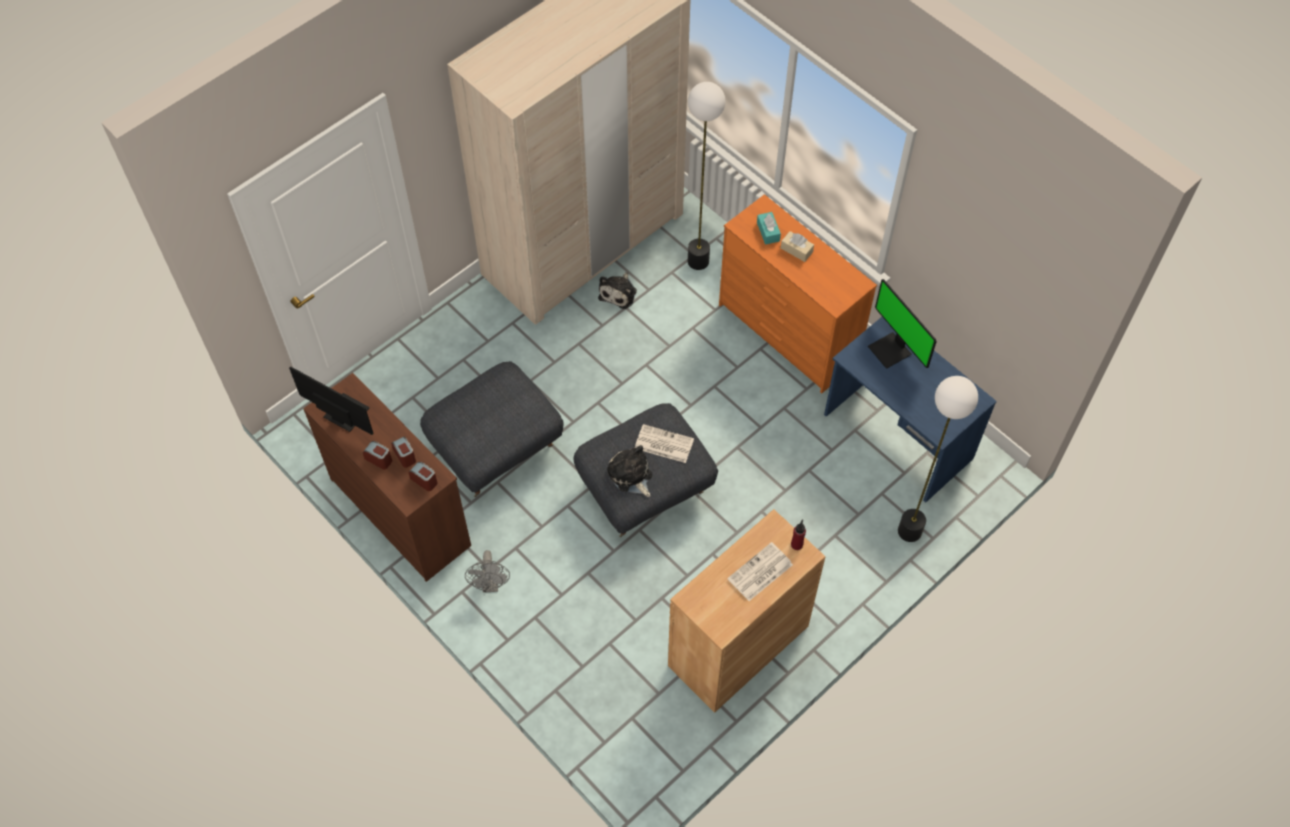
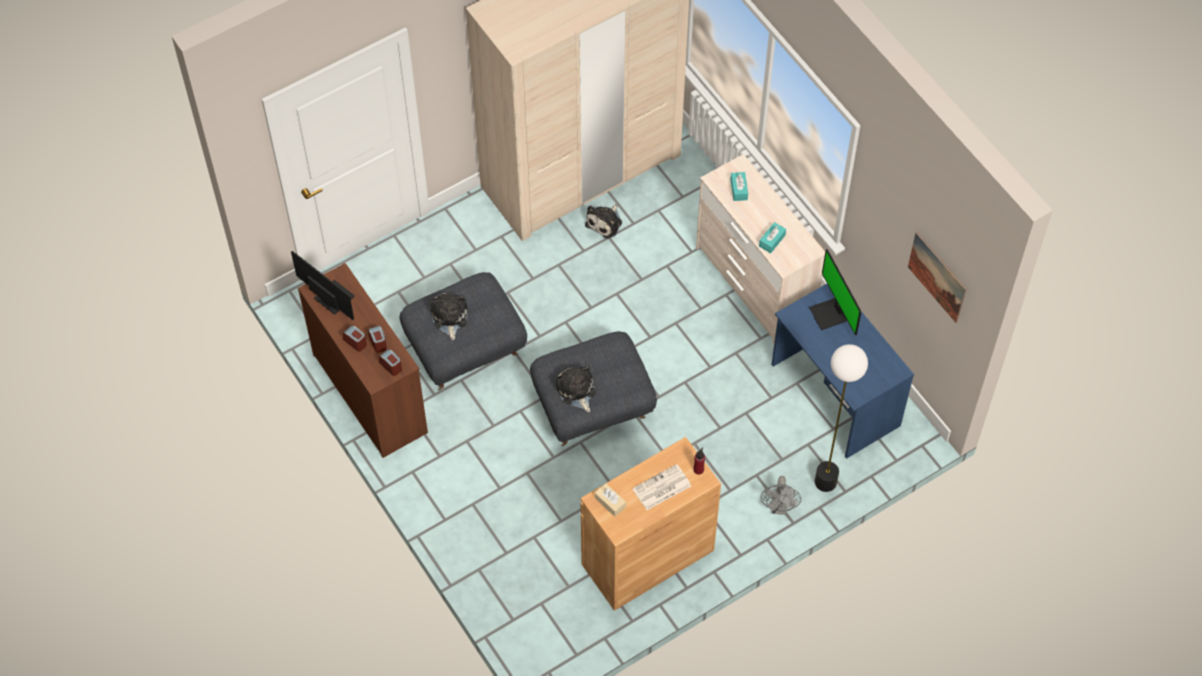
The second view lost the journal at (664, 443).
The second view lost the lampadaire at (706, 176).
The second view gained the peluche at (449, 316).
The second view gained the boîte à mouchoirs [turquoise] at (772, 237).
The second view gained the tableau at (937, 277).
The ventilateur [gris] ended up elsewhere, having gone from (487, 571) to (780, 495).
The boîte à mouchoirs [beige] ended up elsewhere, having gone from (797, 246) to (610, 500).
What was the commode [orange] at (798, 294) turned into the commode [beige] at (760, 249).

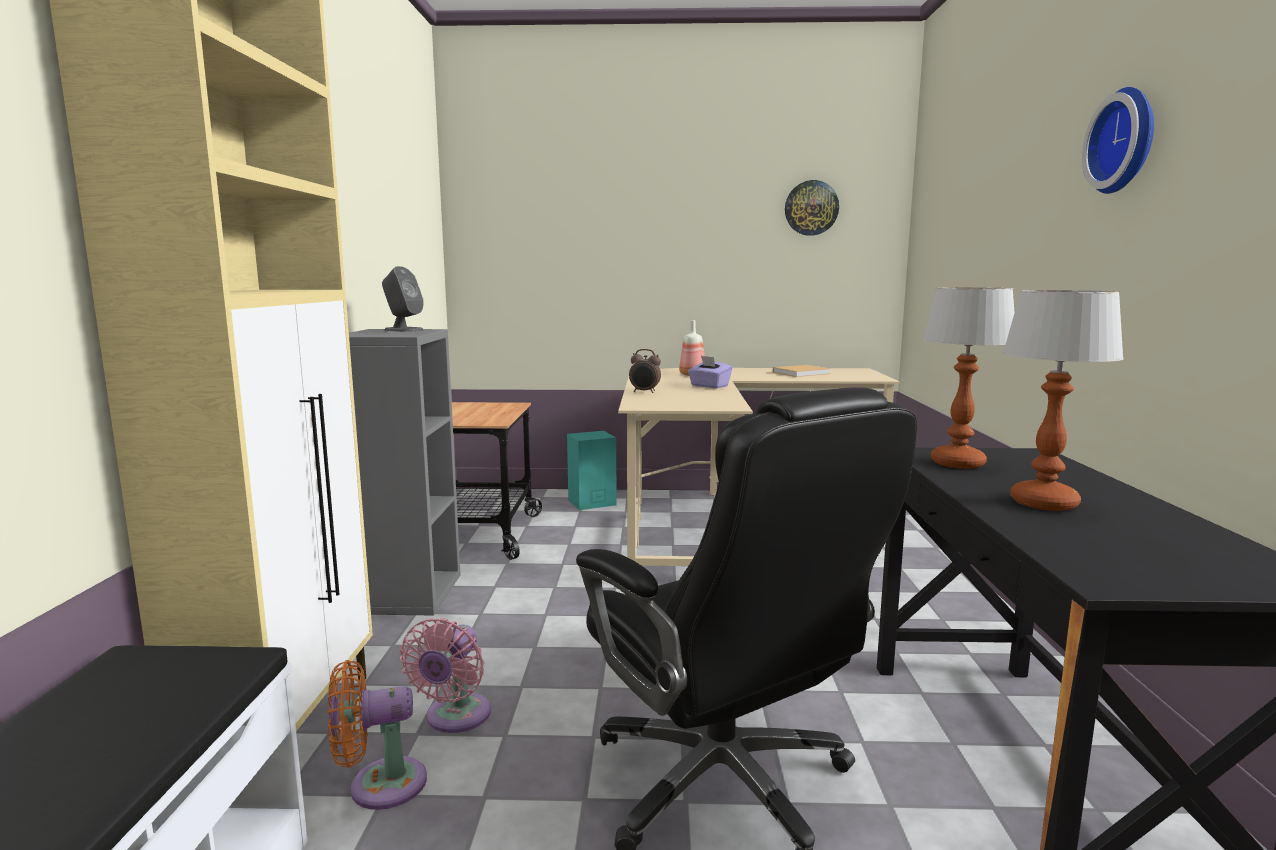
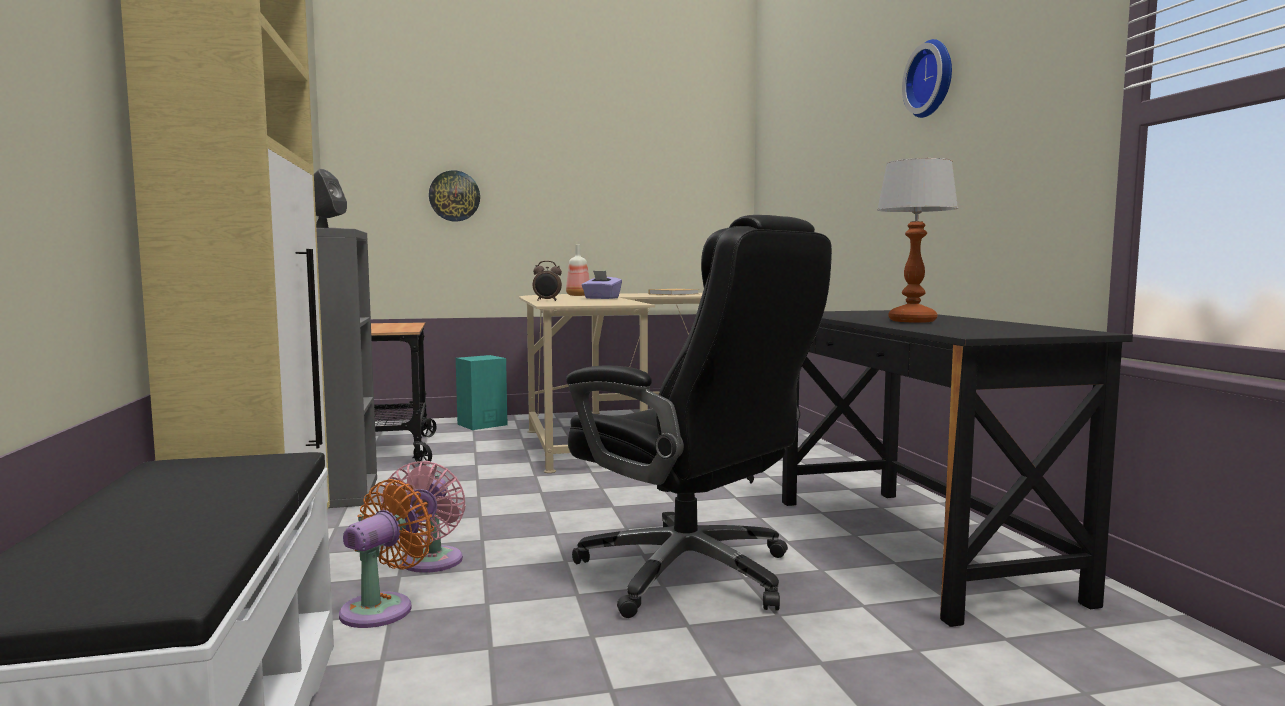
The second view lost the lampe de table at (969, 378).
The horloge murale ended up elsewhere, having gone from (812, 208) to (454, 195).
The ventilateur [orange] at (377, 735) ended up facing another way, 150 degrees clockwise from before.

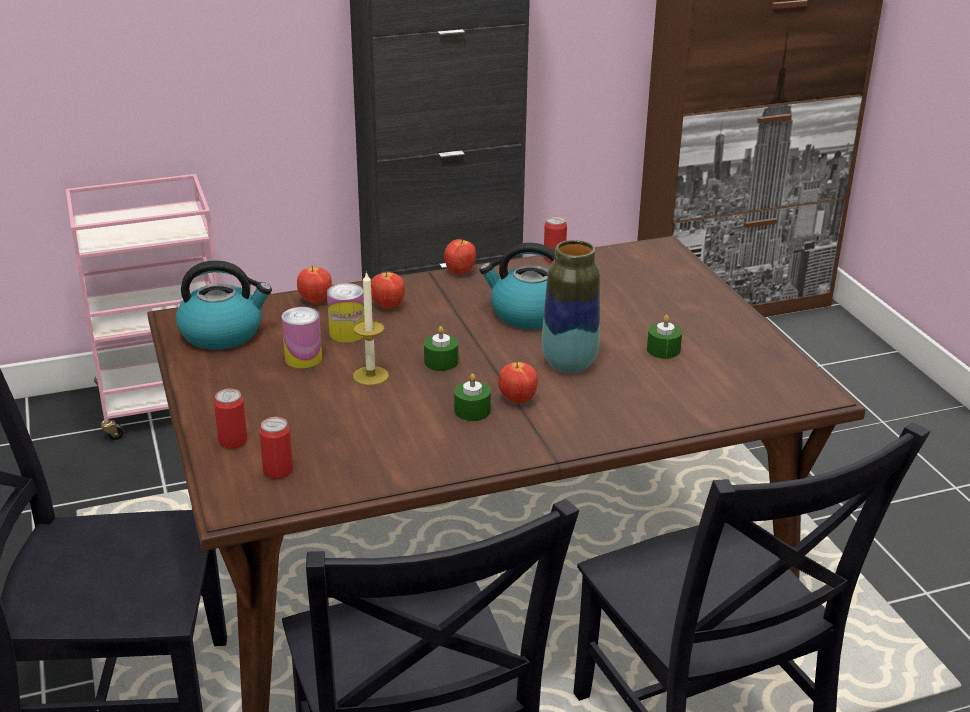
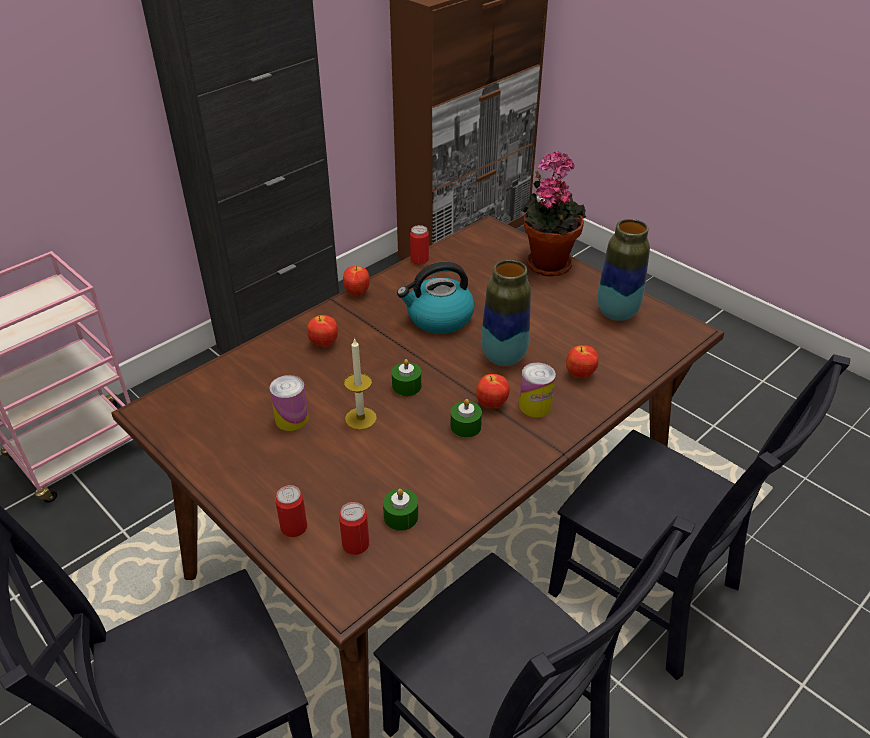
The second view lost the bouilloire at (224, 305).
The second view gained the plante en pot at (553, 213).
The second view gained the vase at (623, 270).
The pomme ended up elsewhere, having gone from (314, 285) to (582, 362).
The boîte métallique ended up elsewhere, having gone from (345, 313) to (537, 390).
The bougie [vert] ended up elsewhere, having gone from (664, 337) to (400, 510).

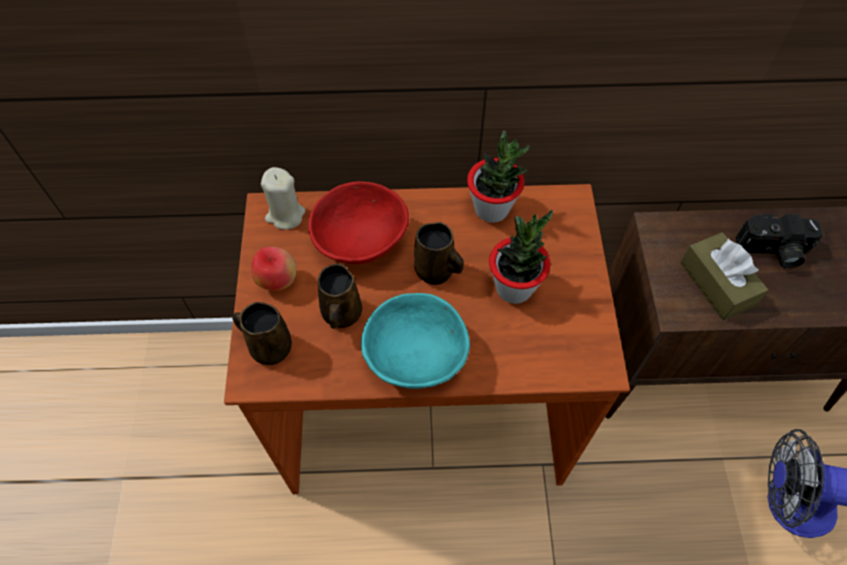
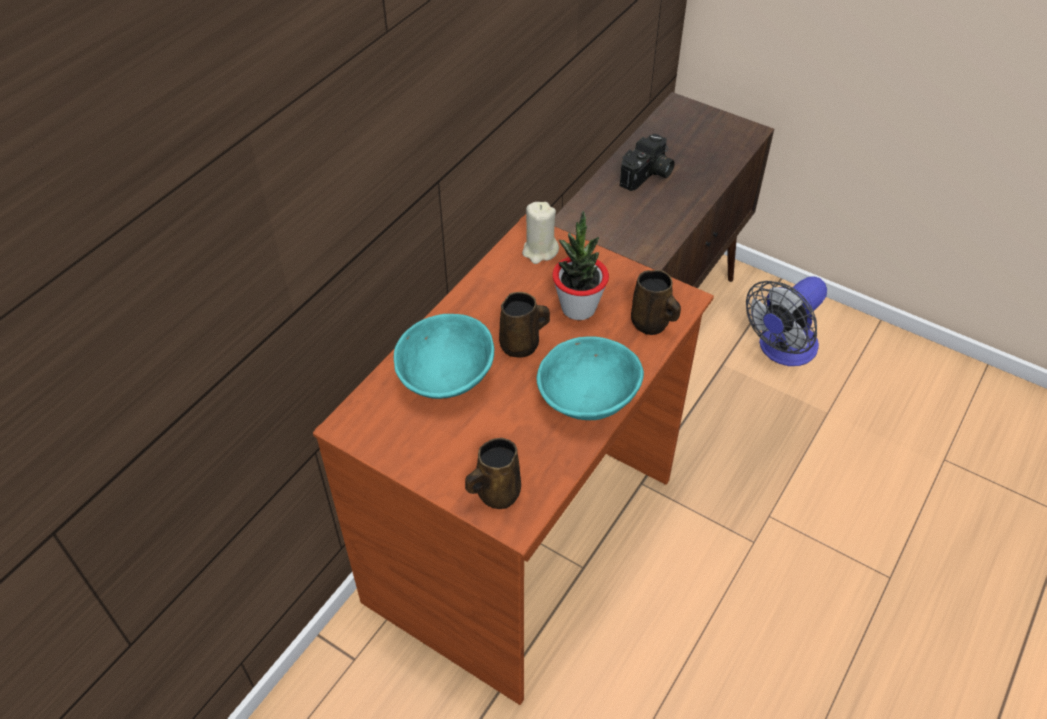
The second view lost the pomme at (274, 269).
The second view lost the plante en pot at (498, 177).
The second view lost the boîte à mouchoirs [marron] at (724, 276).
The bougie [beige] ended up elsewhere, having gone from (283, 198) to (540, 233).
The mug [marron] ended up elsewhere, having gone from (340, 296) to (656, 302).
What was the bol [rouge] at (358, 222) turned into the bol [turquoise] at (444, 356).

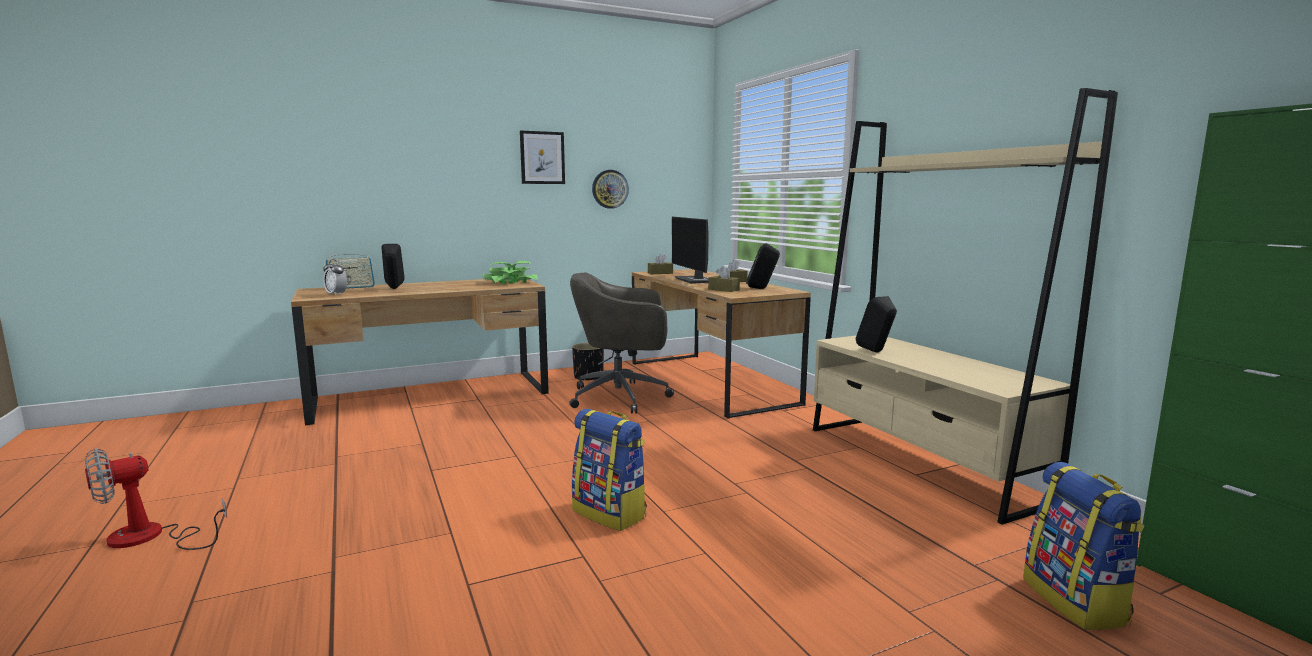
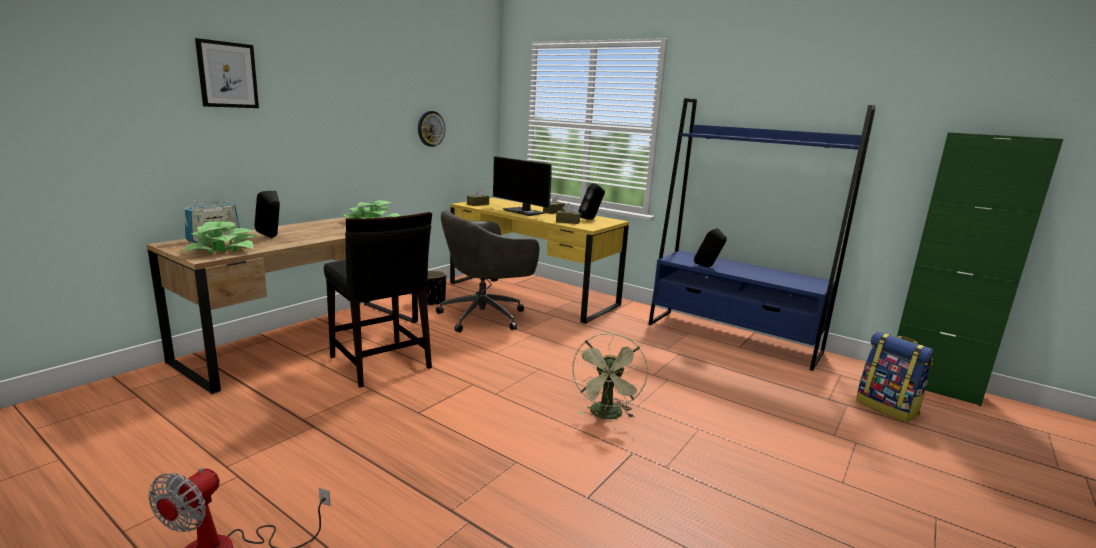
The second view gained the chaise [noir] at (378, 299).
The tableau ended up elsewhere, having gone from (542, 157) to (227, 73).
Where the réveil stood at (335, 277), the plante en pot came to stand at (221, 238).
Where the sac à dos stood at (609, 470), the ventilateur [vert] came to stand at (610, 376).
What was the bureau [marron] at (721, 344) turned into the bureau [jaune] at (539, 261).
What was the bibliothèque [beige] at (965, 306) turned into the bibliothèque [bleu] at (762, 234).

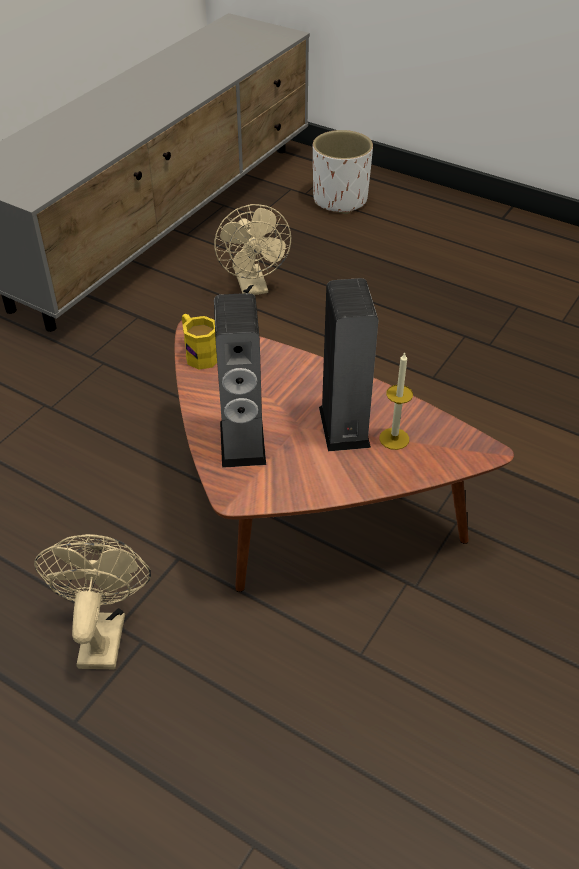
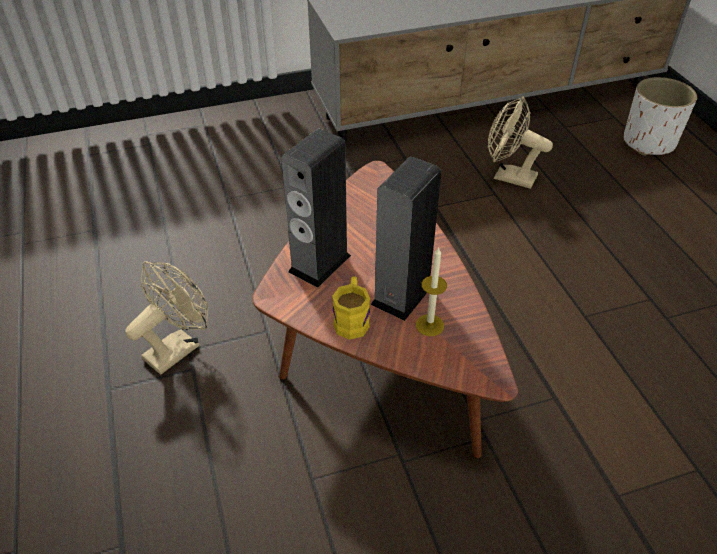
The mug [jaune] ended up elsewhere, having gone from (199, 342) to (351, 308).
The ventilateur [beige] at (252, 249) ended up facing another way, 90 degrees clockwise from before.

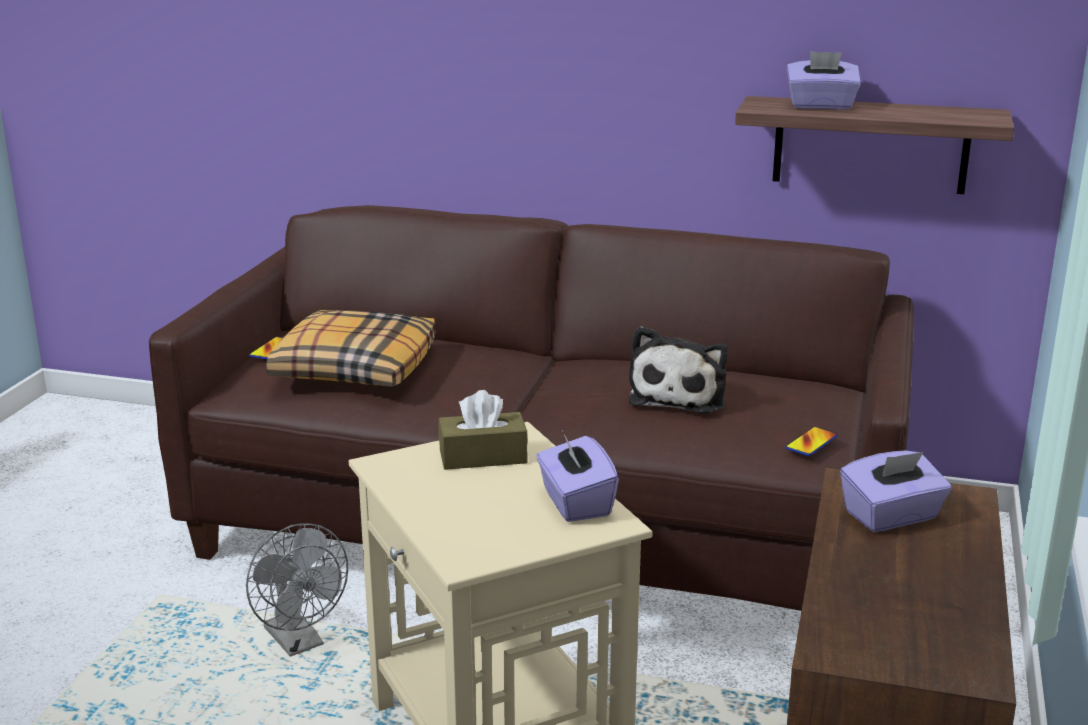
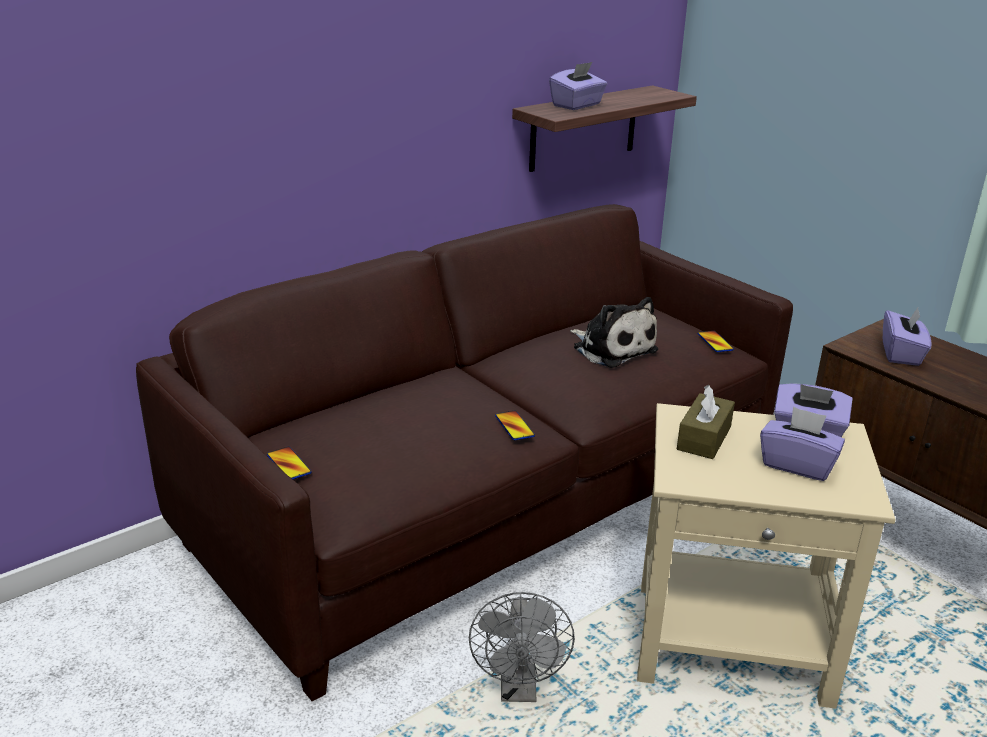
The second view lost the coussin at (350, 348).
The second view gained the téléphone at (515, 425).
The second view gained the boîte à mouchoirs [violet] at (802, 444).
The ventilateur [gris] at (297, 590) ended up facing another way, 90 degrees clockwise from before.

